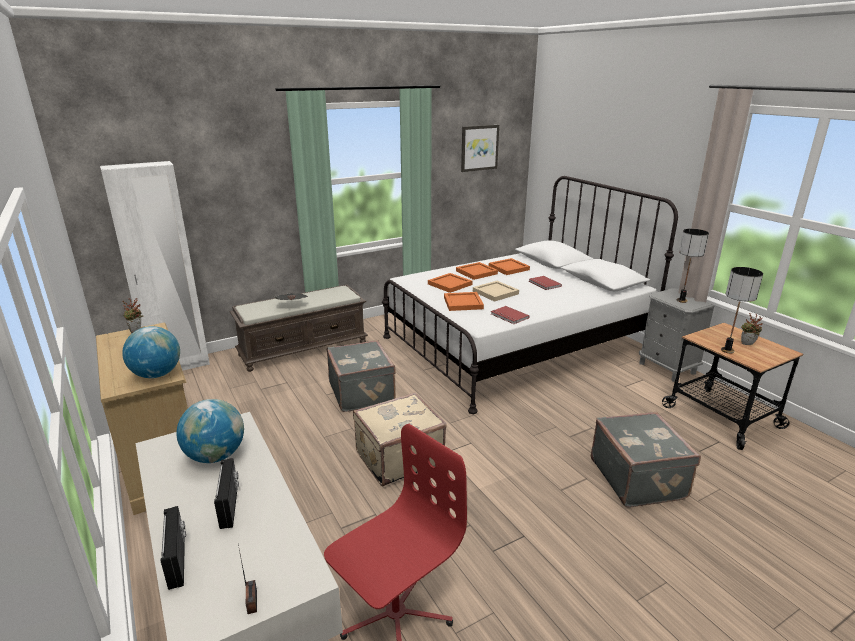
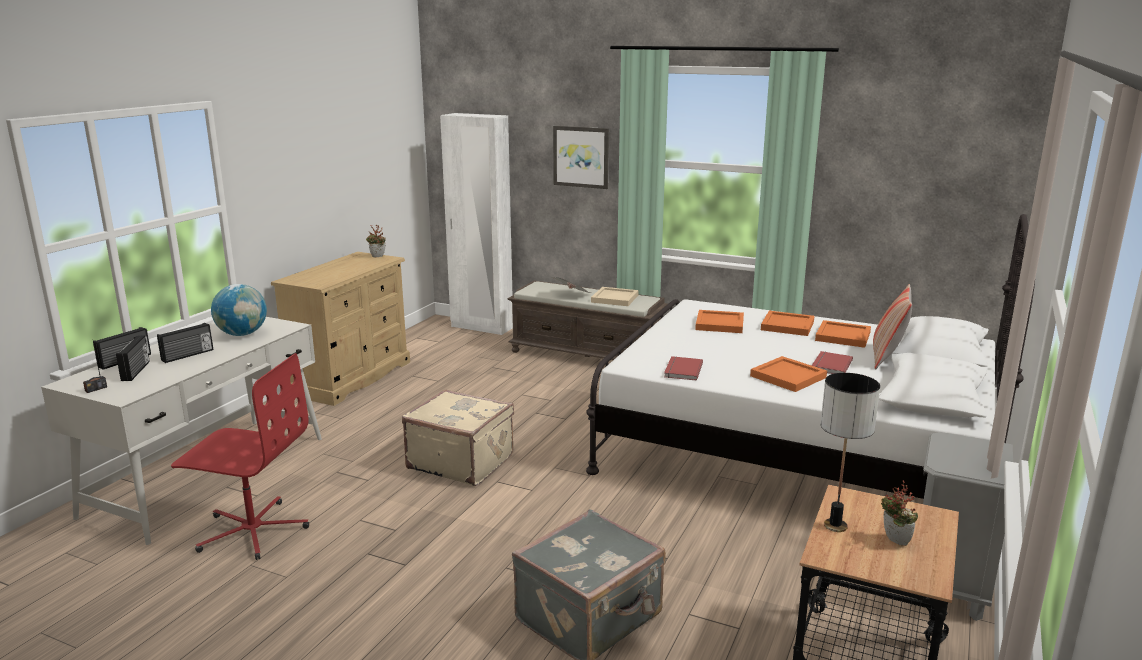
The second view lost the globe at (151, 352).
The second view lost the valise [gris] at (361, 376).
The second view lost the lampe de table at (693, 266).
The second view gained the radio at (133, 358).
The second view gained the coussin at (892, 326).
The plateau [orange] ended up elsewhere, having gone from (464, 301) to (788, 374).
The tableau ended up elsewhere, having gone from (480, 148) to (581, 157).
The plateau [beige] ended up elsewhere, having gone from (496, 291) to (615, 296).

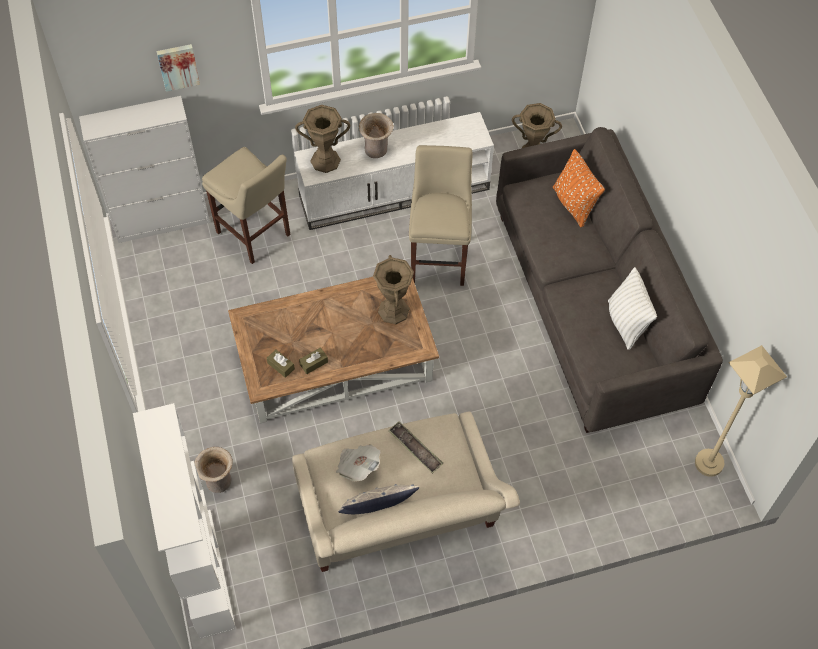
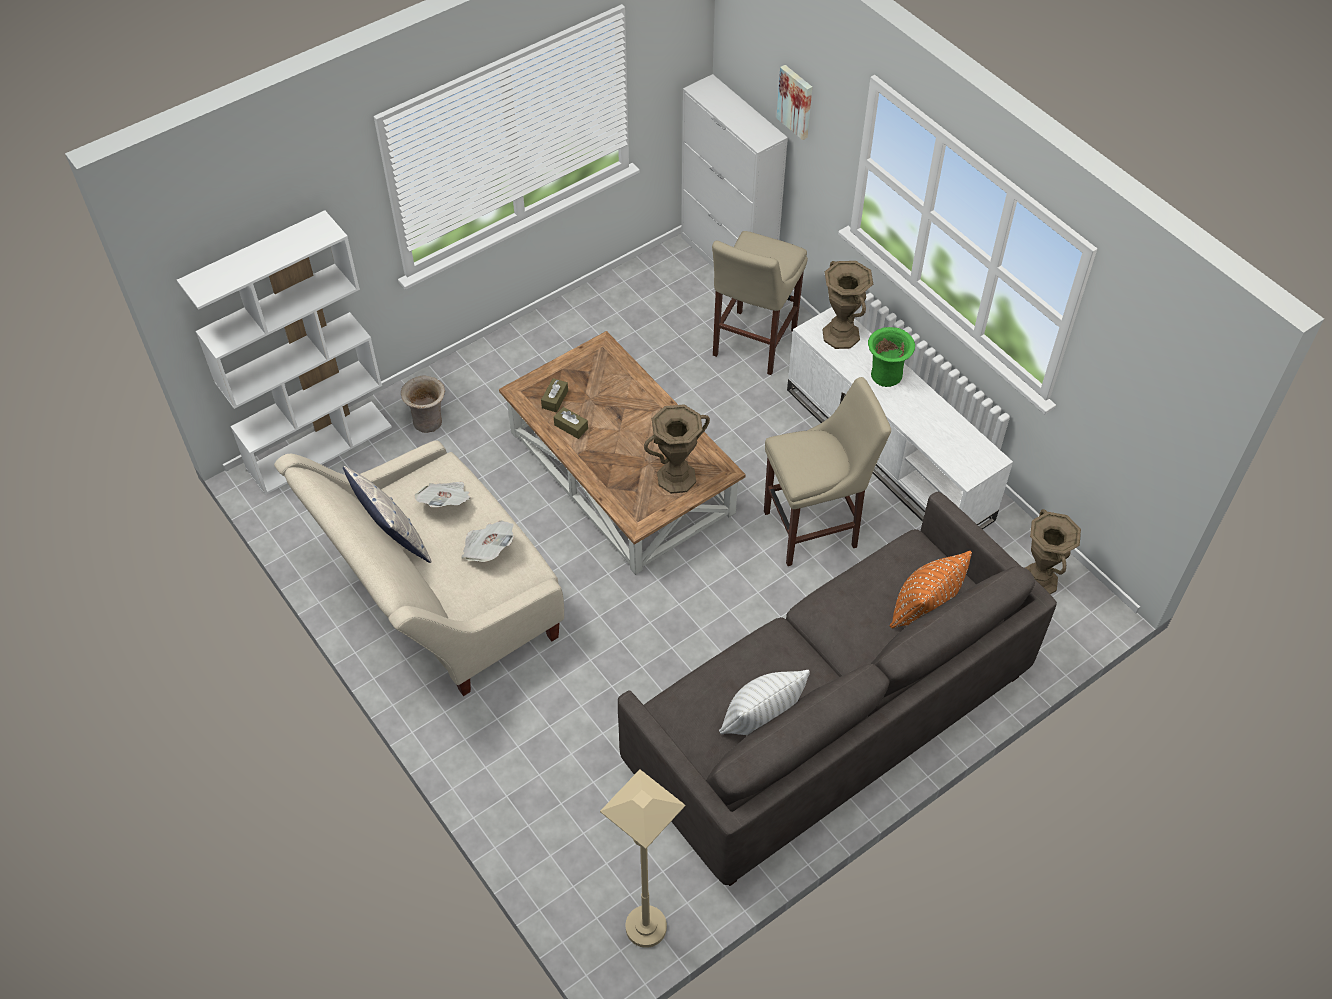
Where the plateau stood at (416, 447), the journal came to stand at (487, 541).
What was the vase [beige] at (376, 135) turned into the vase [vert] at (891, 357).

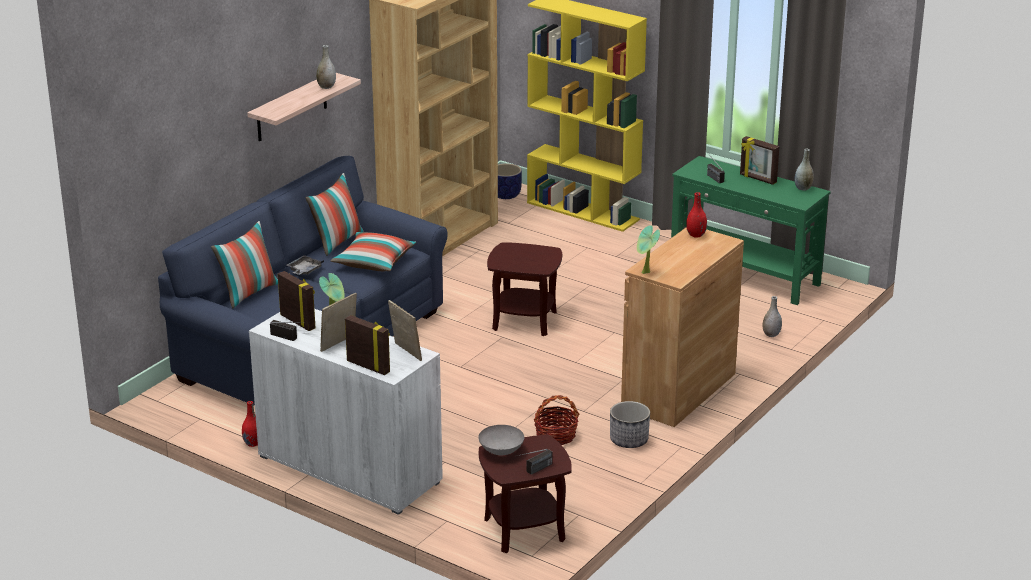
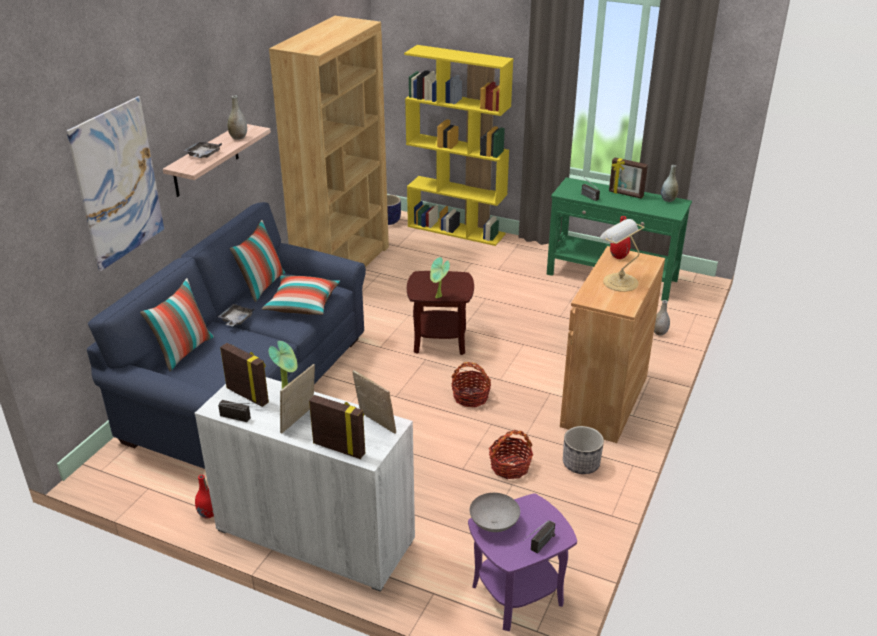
The second view gained the tableau at (115, 183).
The second view gained the plateau [gris] at (202, 149).
The second view gained the panier at (471, 384).
The second view gained the lampe de table at (622, 255).
The plante en pot ended up elsewhere, having gone from (648, 249) to (440, 278).
What was the table d'appoint [marron] at (525, 493) turned into the table d'appoint [violet] at (522, 562).

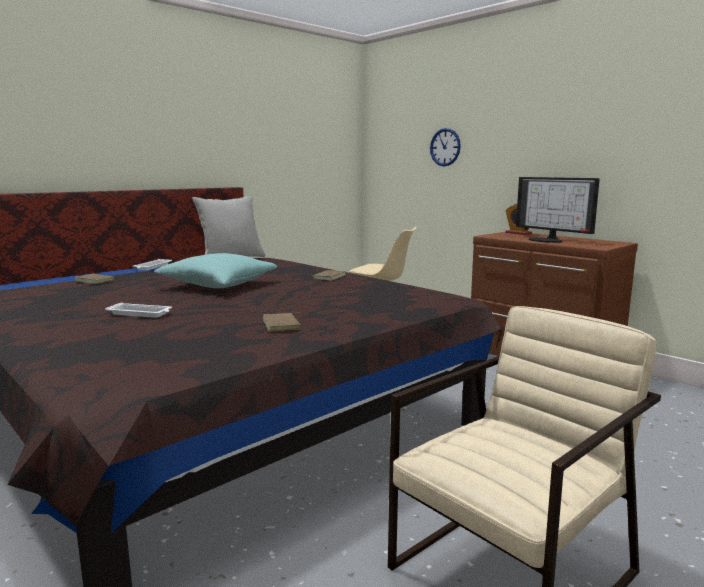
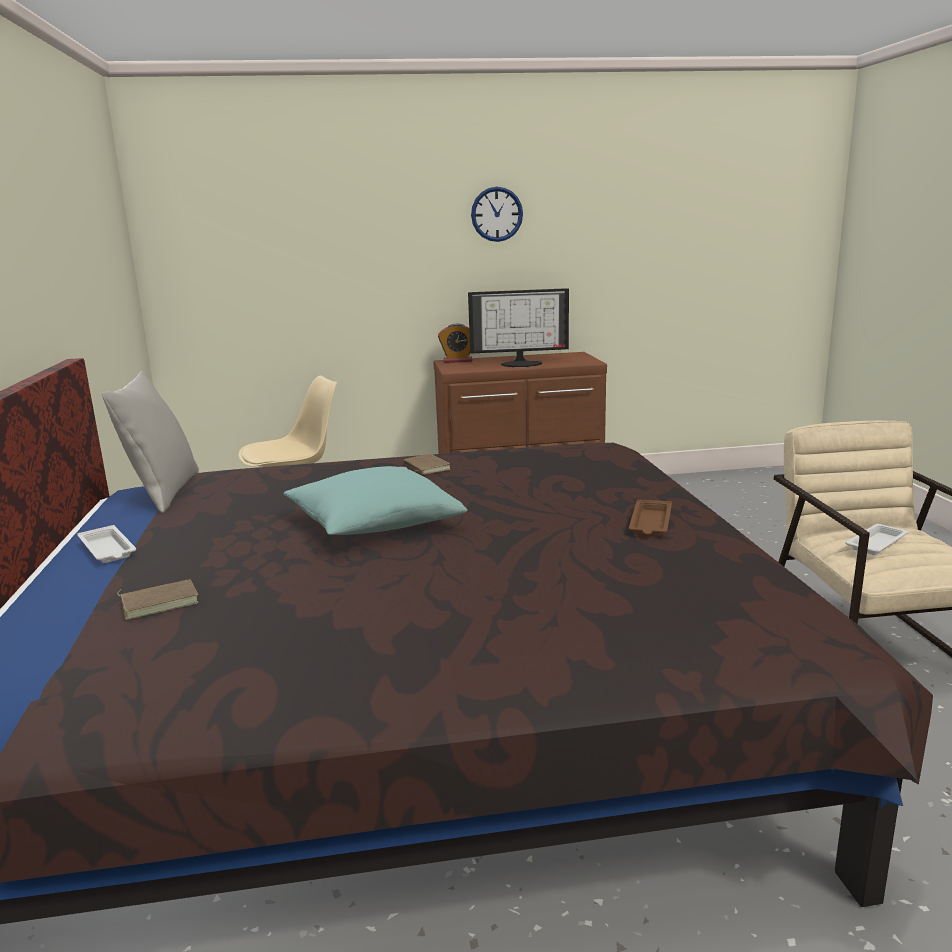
The plateau [blanc] ended up elsewhere, having gone from (138, 310) to (877, 539).
The horloge murale ended up elsewhere, having gone from (445, 147) to (497, 214).
Where the livre [marron] stood at (282, 322), the plateau [marron] came to stand at (650, 517).

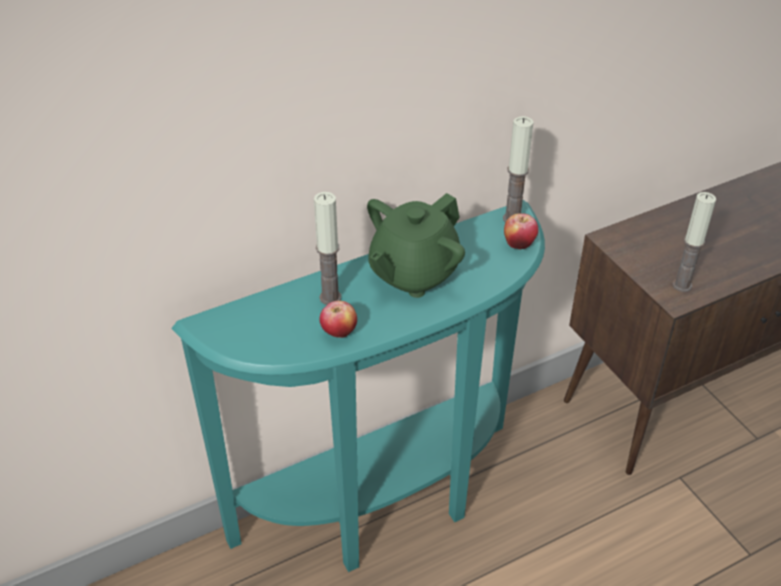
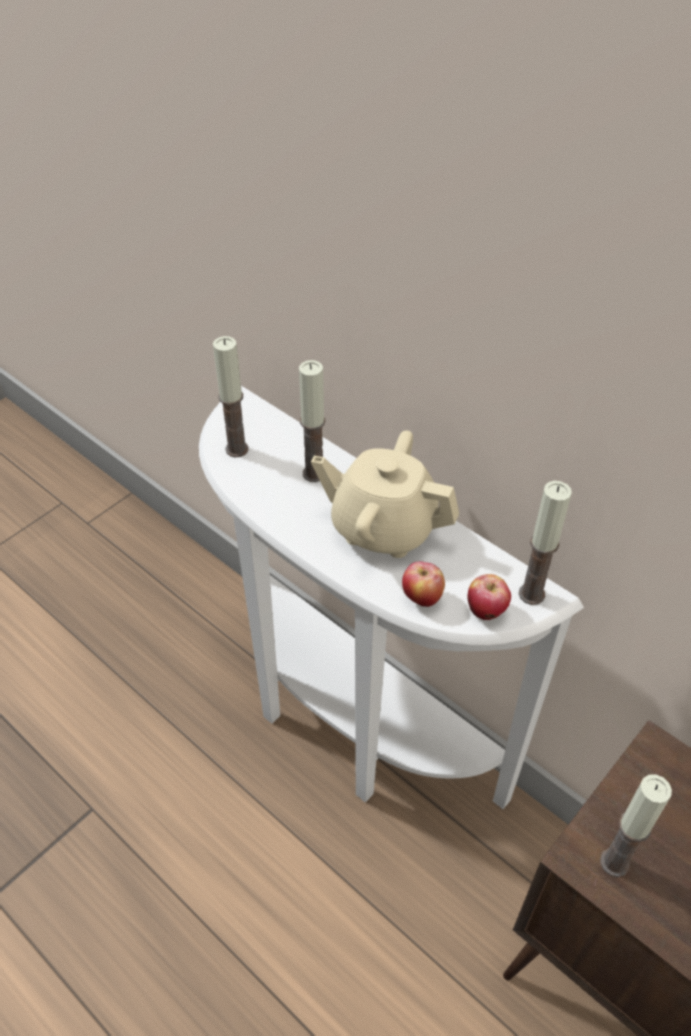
The second view gained the bougie at (230, 396).
The pomme ended up elsewhere, having gone from (338, 319) to (423, 584).
What was the table console [turquoise] at (358, 386) turned into the table console [blanc] at (391, 597).
What was the théière [vert] at (416, 245) turned into the théière [beige] at (385, 494).

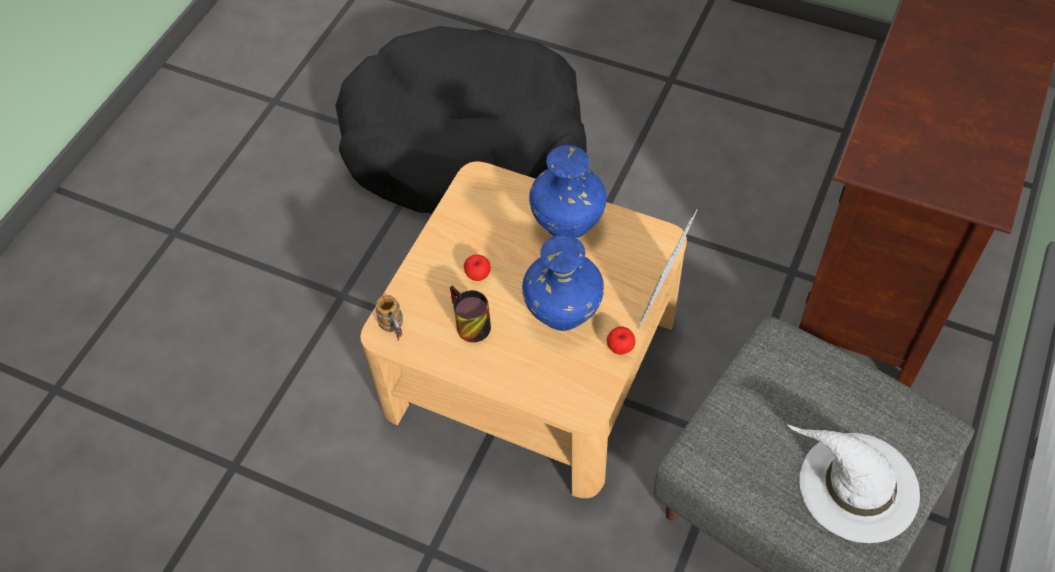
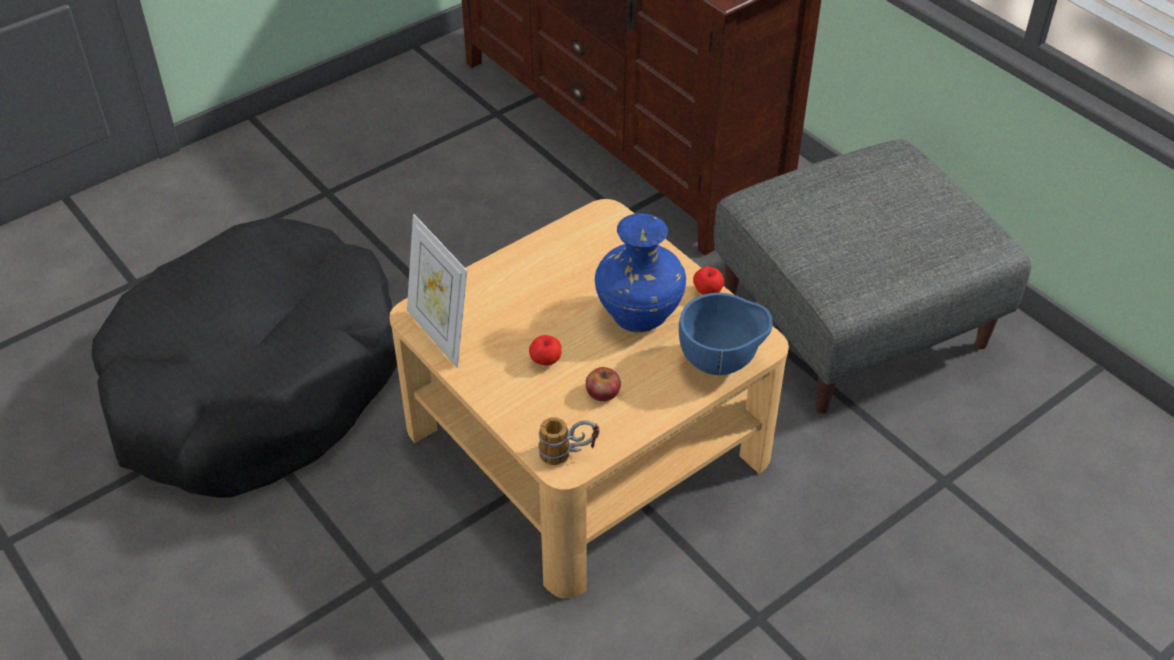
The second view lost the vase [bleu] at (568, 191).
The second view lost the chapeau [blanc] at (853, 483).
The second view gained the bol [bleu] at (725, 334).
The cadre photo ended up elsewhere, having gone from (667, 270) to (437, 291).
Where the mug stood at (470, 313), the pomme came to stand at (603, 384).

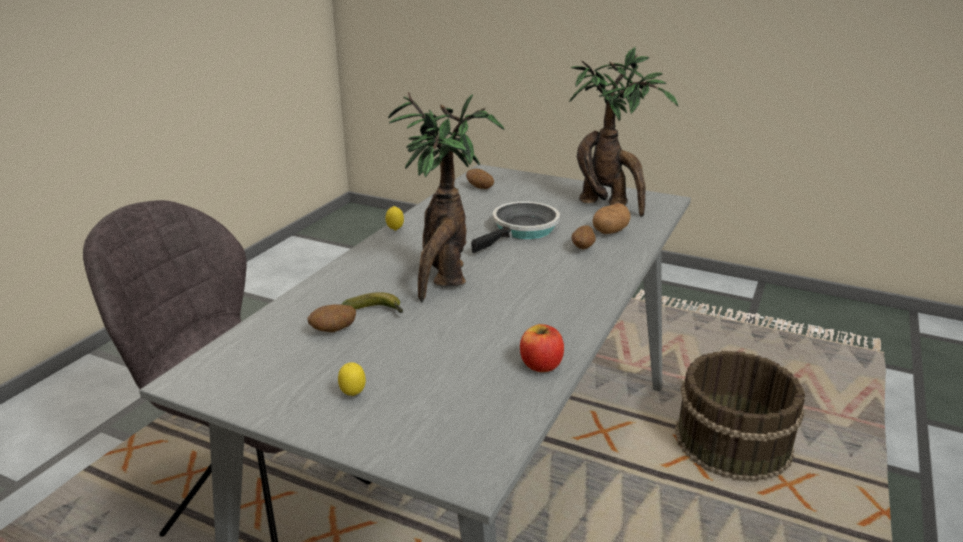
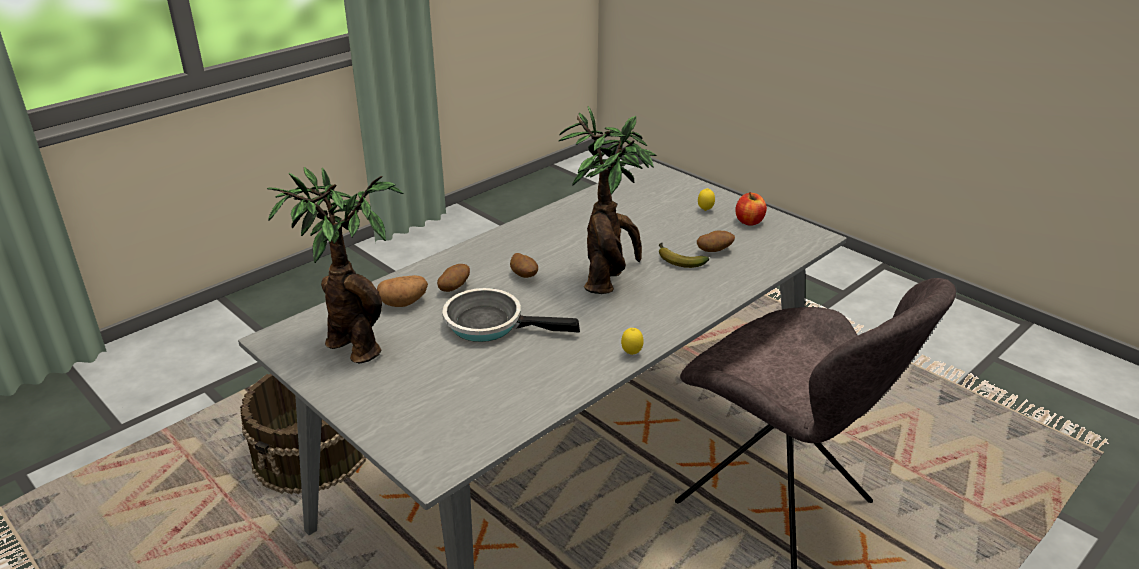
The pomme de terre ended up elsewhere, having gone from (480, 179) to (524, 265).
The pomme ended up elsewhere, having gone from (542, 348) to (751, 209).
The poêle at (515, 227) ended up facing another way, 45 degrees clockwise from before.

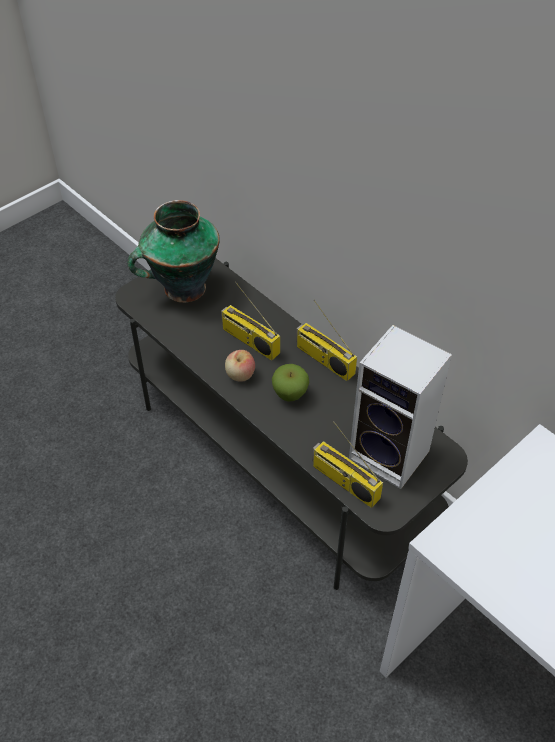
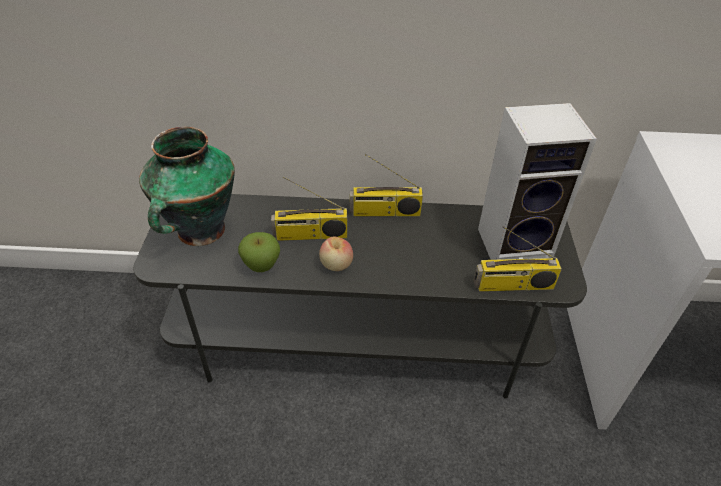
The pomme ended up elsewhere, having gone from (290, 383) to (259, 252).

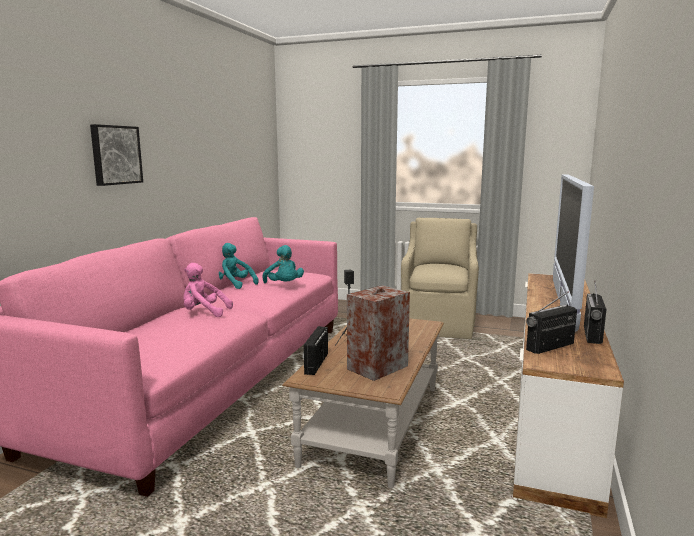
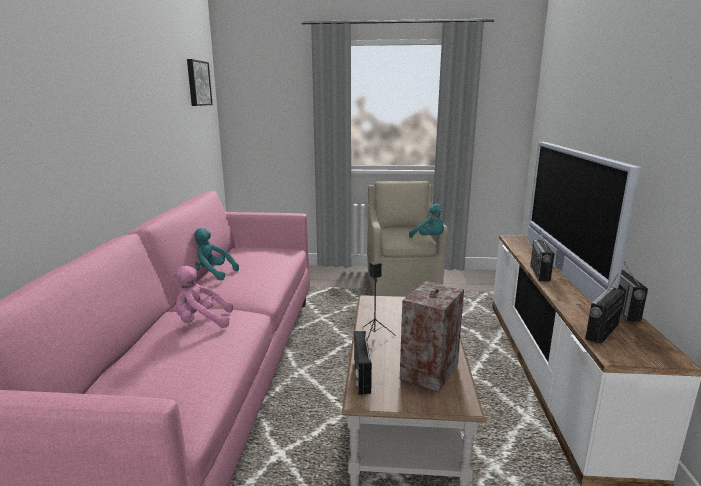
The second view gained the radio at (542, 255).
The tableau ended up elsewhere, having gone from (116, 155) to (200, 82).
The peluche [turquoise] ended up elsewhere, having gone from (283, 264) to (427, 221).

